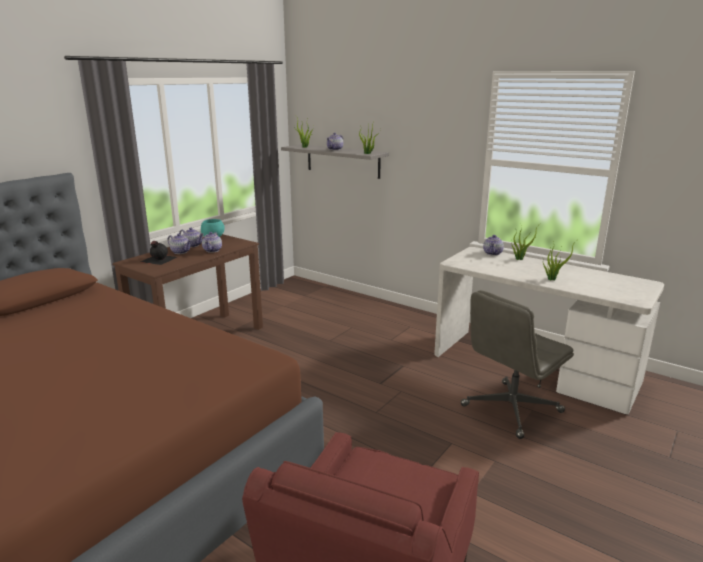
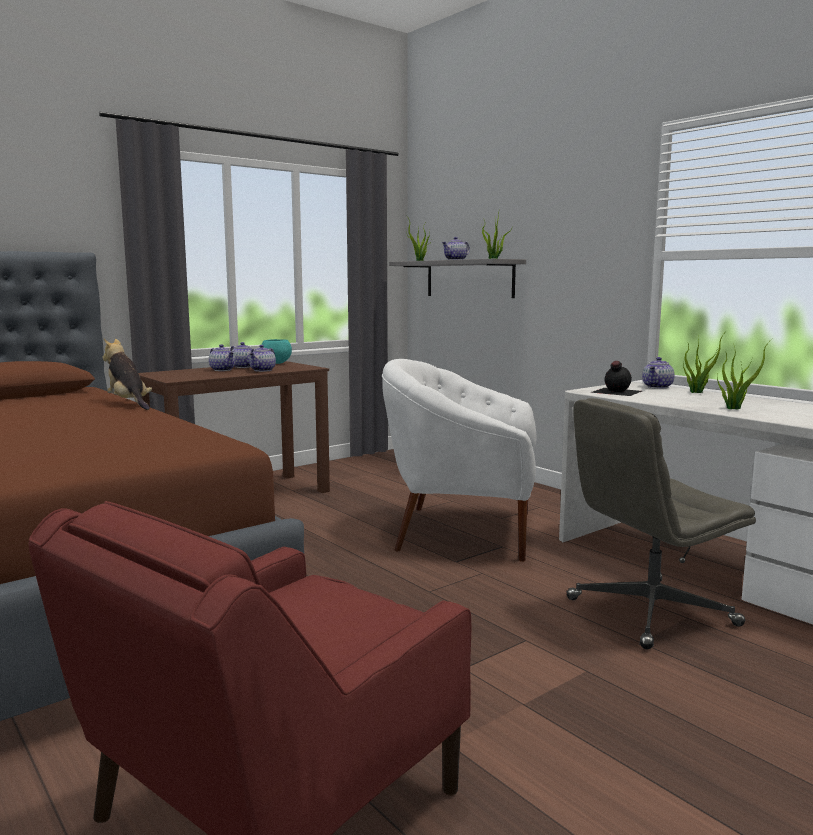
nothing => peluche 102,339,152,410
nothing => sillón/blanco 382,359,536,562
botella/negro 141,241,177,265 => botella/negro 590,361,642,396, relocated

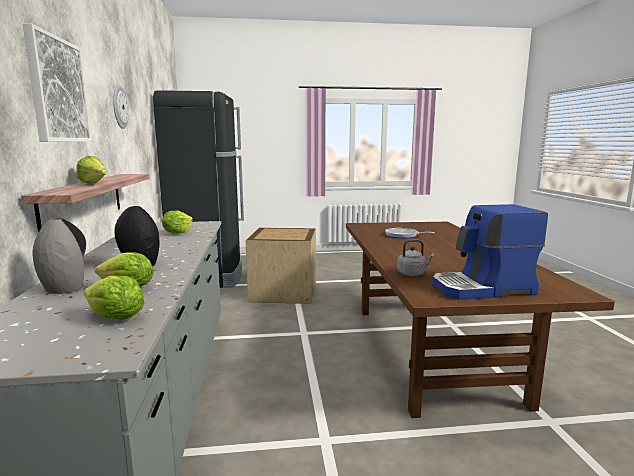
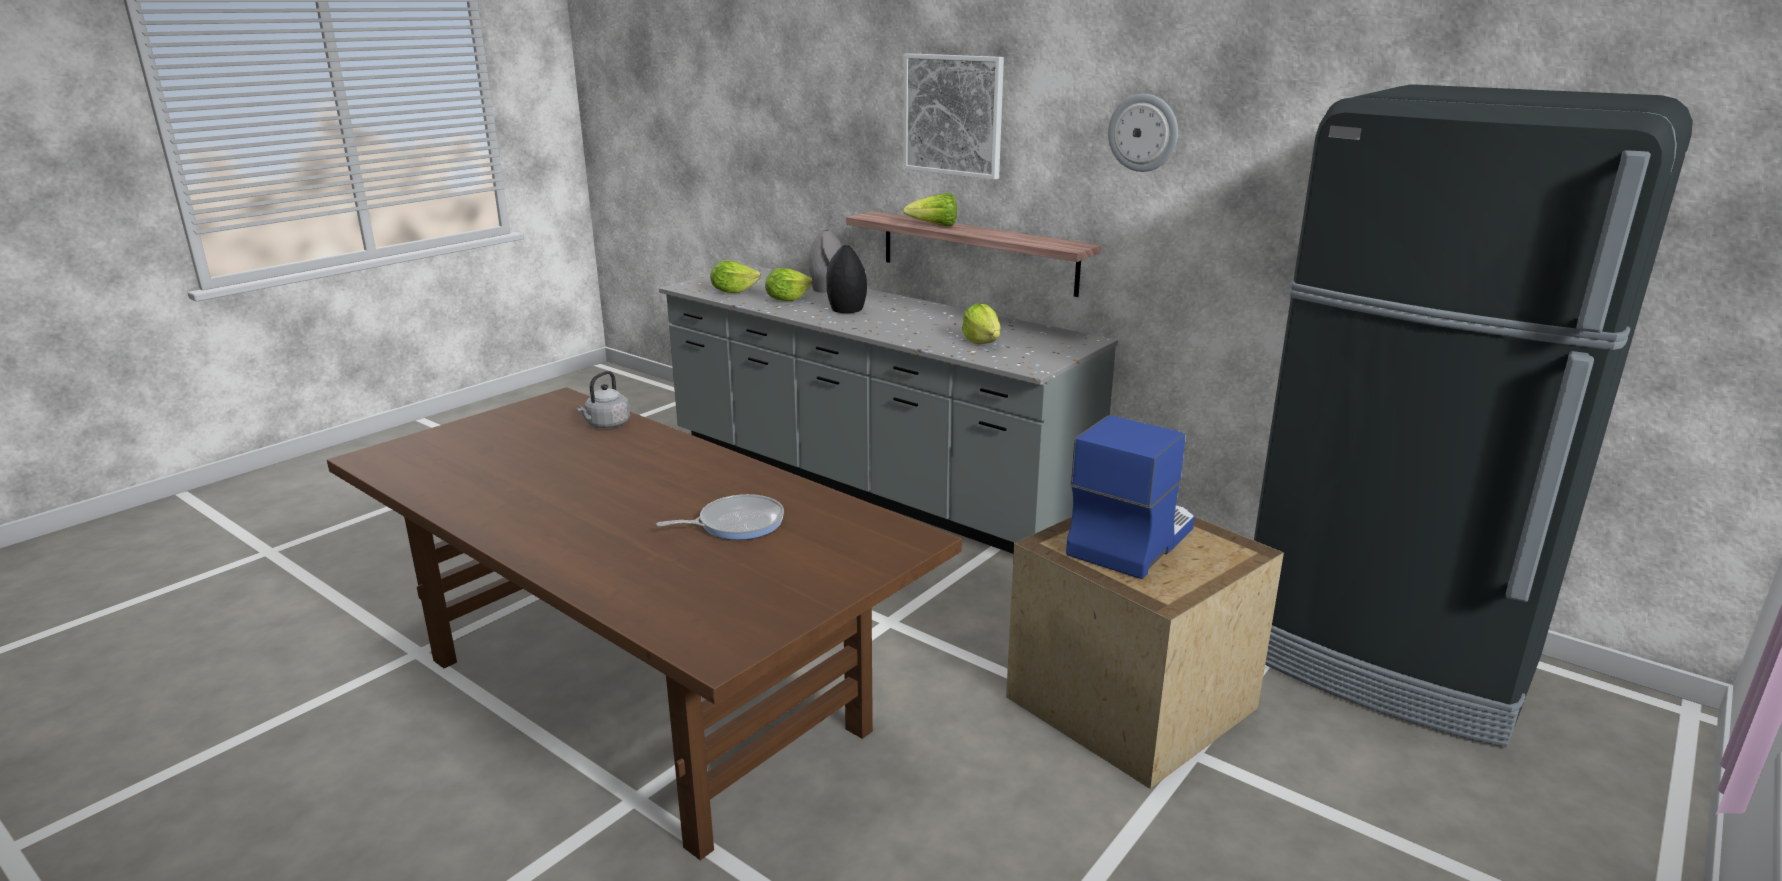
cafetera 432,204,548,300 => cafetera 1066,415,1195,579, relocated

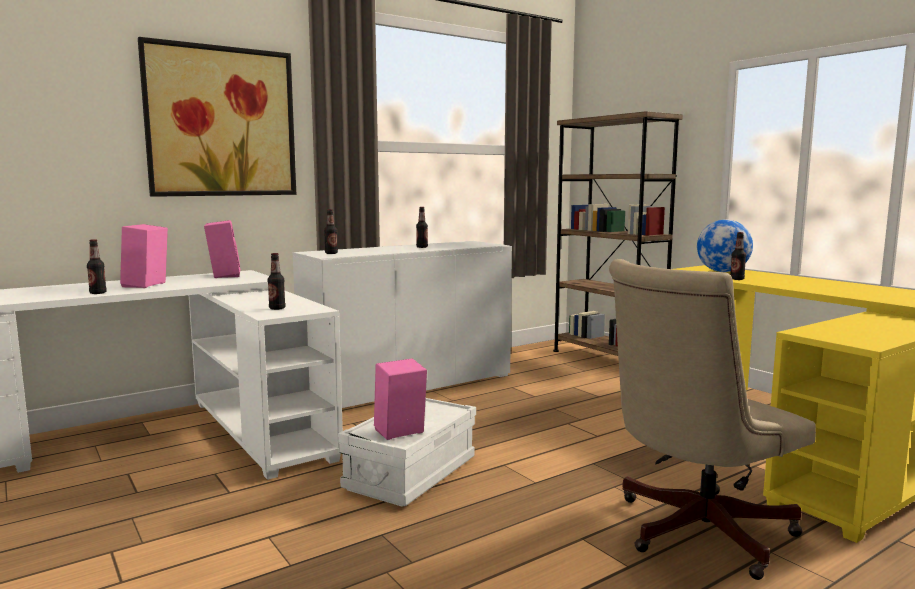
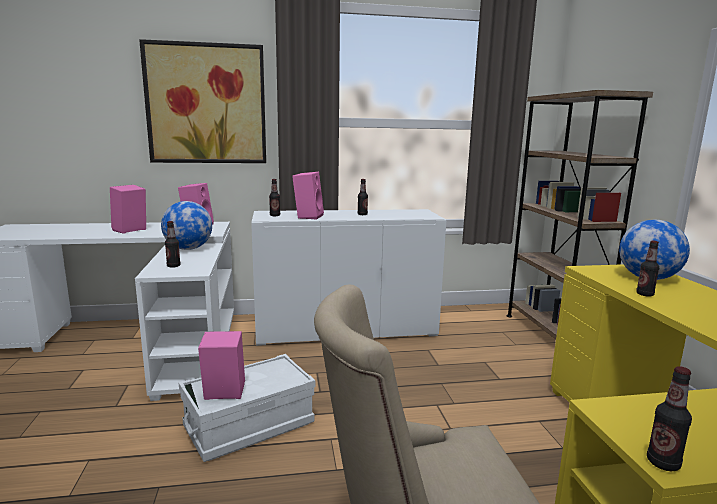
nothing => globo terráqueo 161,201,212,250
nothing => altavoz/rosa 292,172,324,220
botella 87,239,107,294 => botella 647,366,692,471, relocated

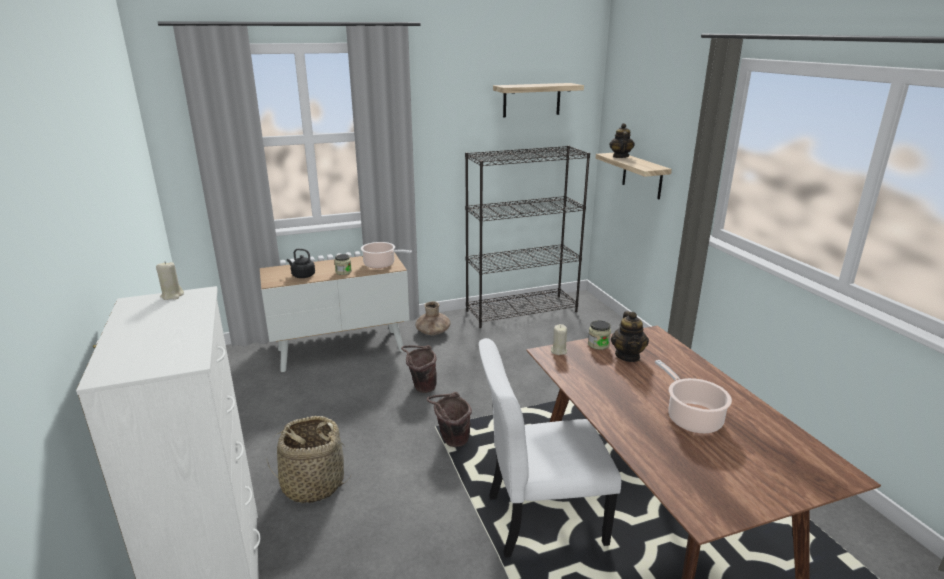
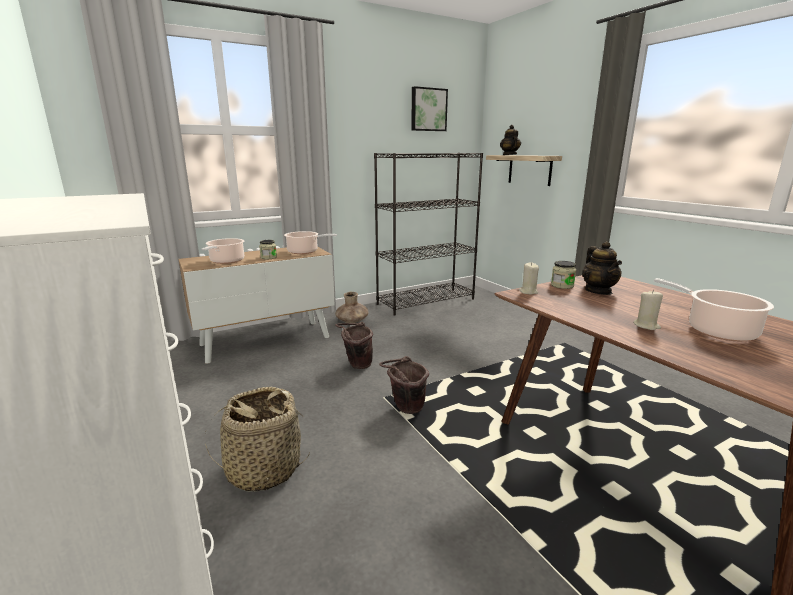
silla/blanco 479,338,621,557 => nothing
vela/beis 156,261,184,300 => vela/beis 633,290,663,330, relocated
hervidor/negro 287,249,315,278 => olla 202,238,244,264
estante 493,83,584,117 => cuadro 411,86,448,131

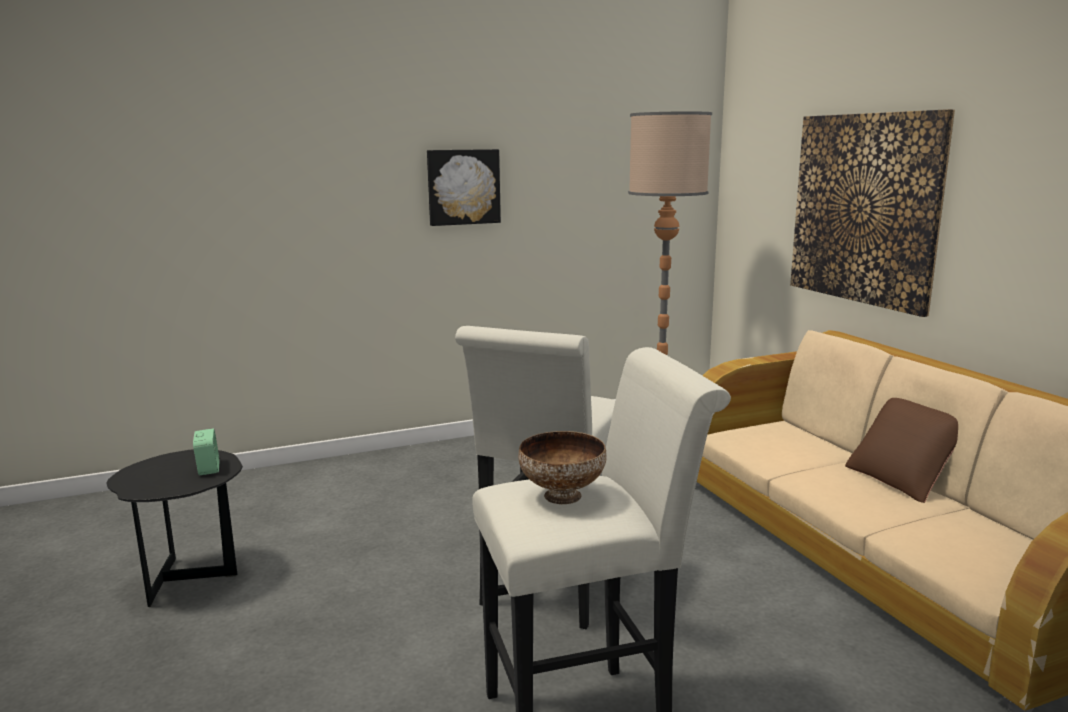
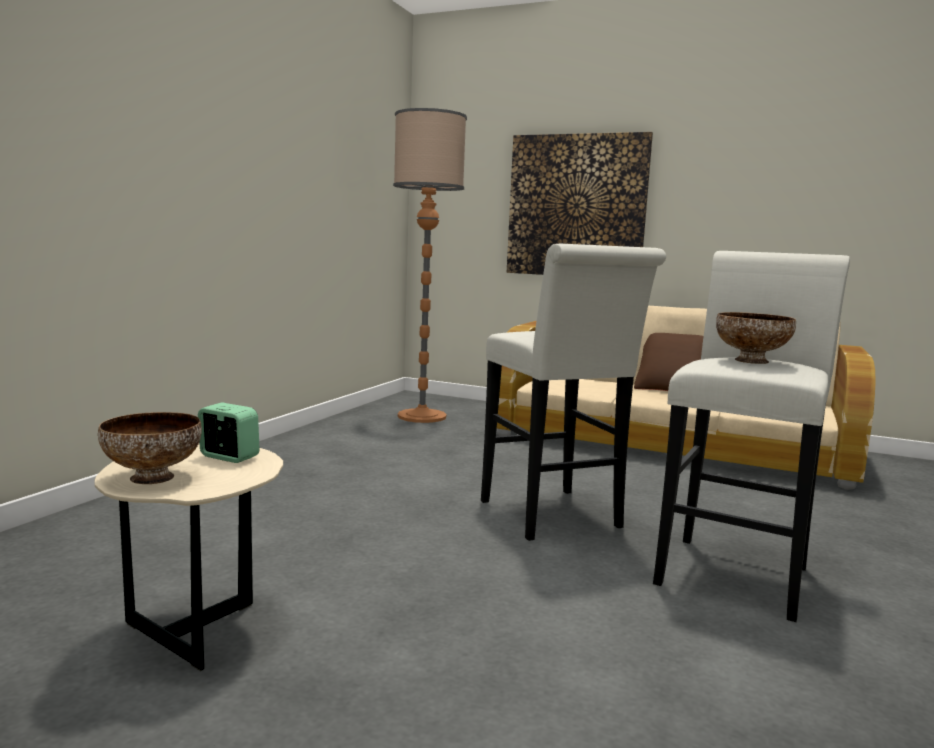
cuadro 427,149,501,226 => nothing
nothing => cuenco 98,412,202,484
mesa auxiliar/negro 107,449,243,607 => mesa auxiliar/beis 95,444,283,671

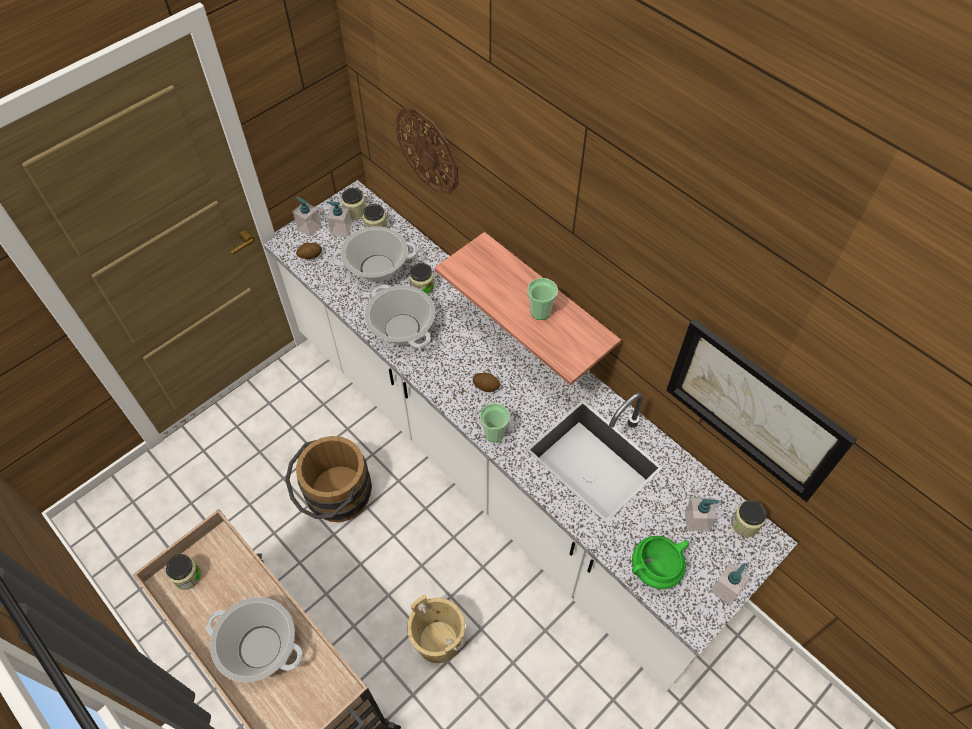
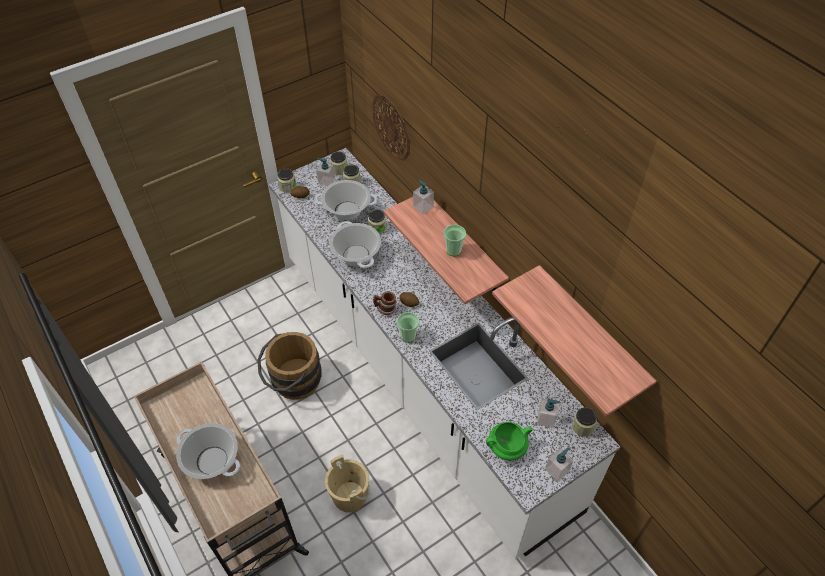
nothing => taza grande 373,291,397,315
tarro 166,554,202,590 => tarro 277,168,296,193, relocated
dispensador de jabón 293,197,322,237 => dispensador de jabón 413,180,434,214, relocated
cuadro 666,318,857,502 => estante 492,265,656,416

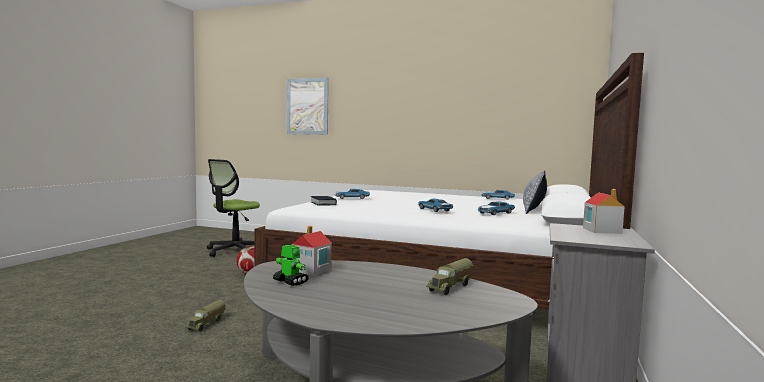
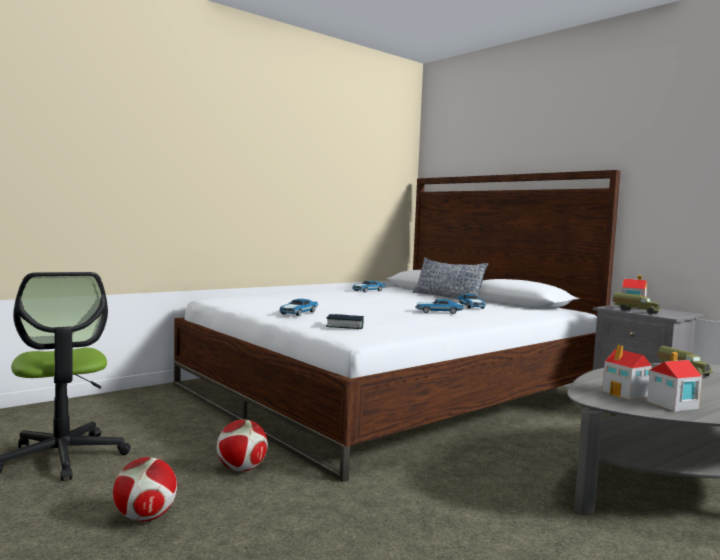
cuadro 287,78,329,135 => nothing
nothing => balón de fútbol 113,457,177,521
camión de juguete 185,300,226,332 => camión de juguete 613,292,661,314, relocated
robot de juguete 273,245,309,286 => casita 647,352,702,411

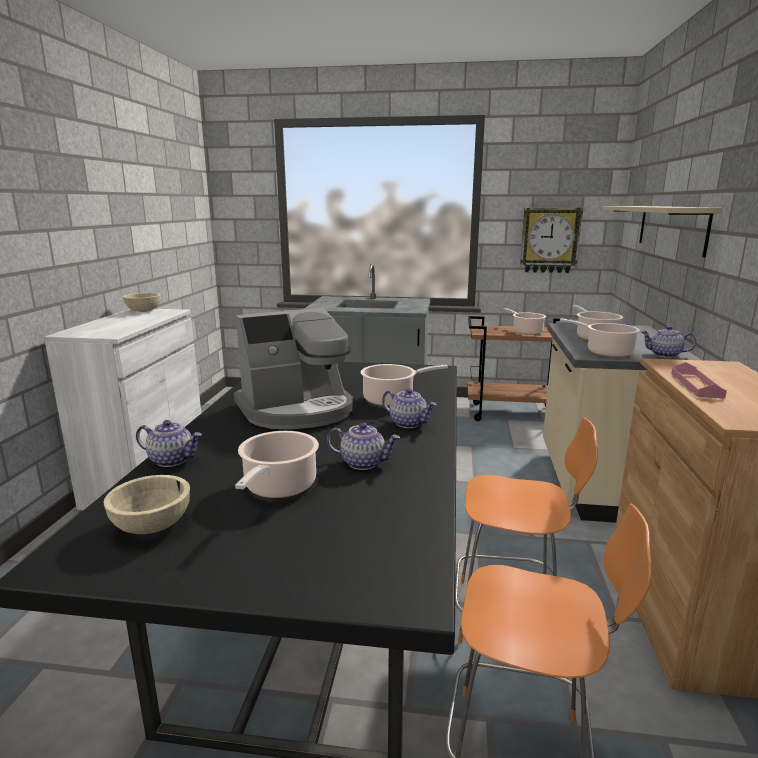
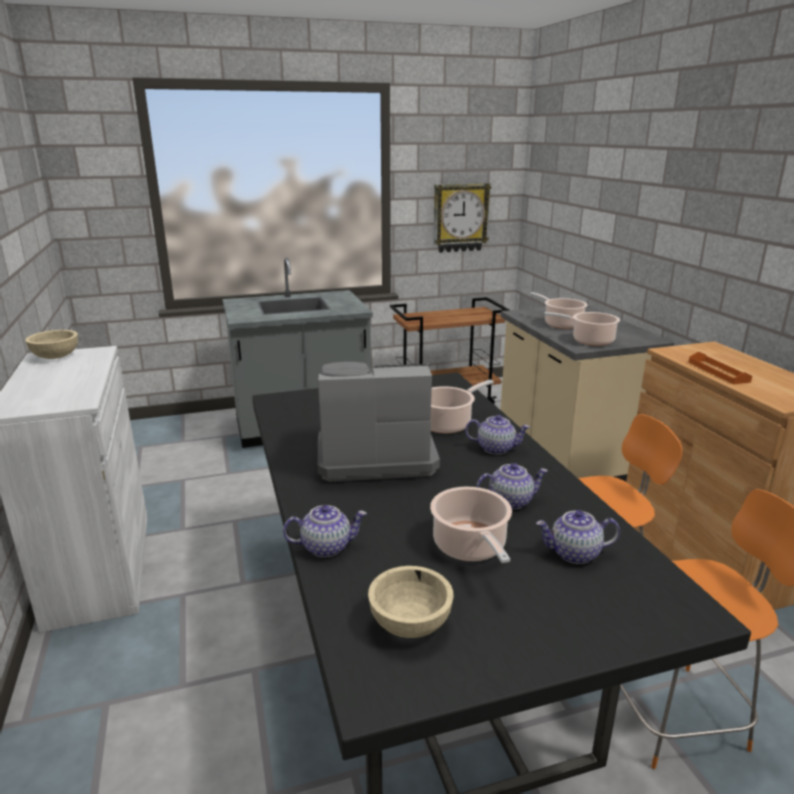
olla 503,308,546,335 => nothing
estante/beis 603,206,722,257 => nothing
tetera 641,326,696,358 => tetera 536,510,620,564, relocated
bandeja/rosa 671,362,727,399 => bandeja/naranja 688,351,752,385
cafetera 234,308,353,429 => cafetera 318,362,440,482, 135 degrees counterclockwise

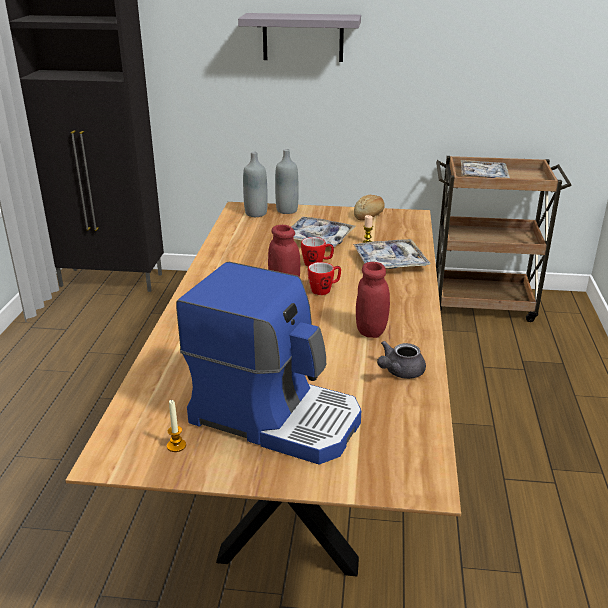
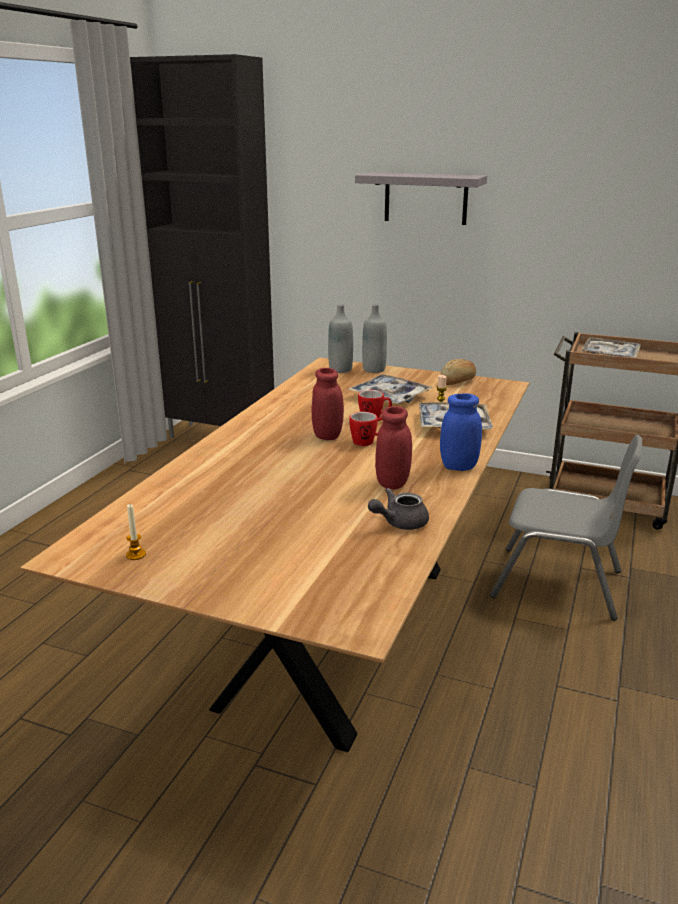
cafetera 176,262,361,464 => nothing
nothing => tarro/azul 440,393,482,471
nothing => silla/gris 490,435,642,621

